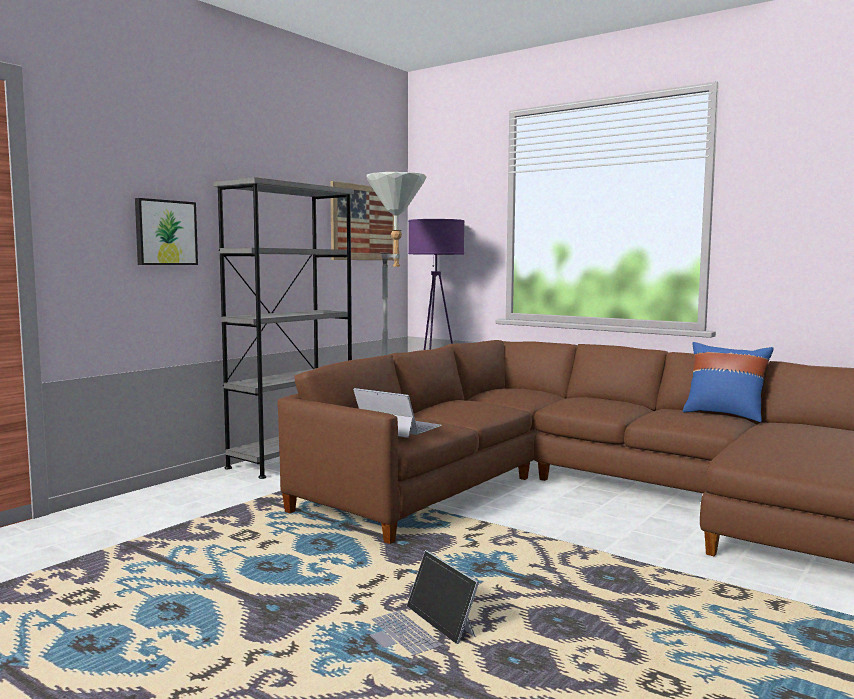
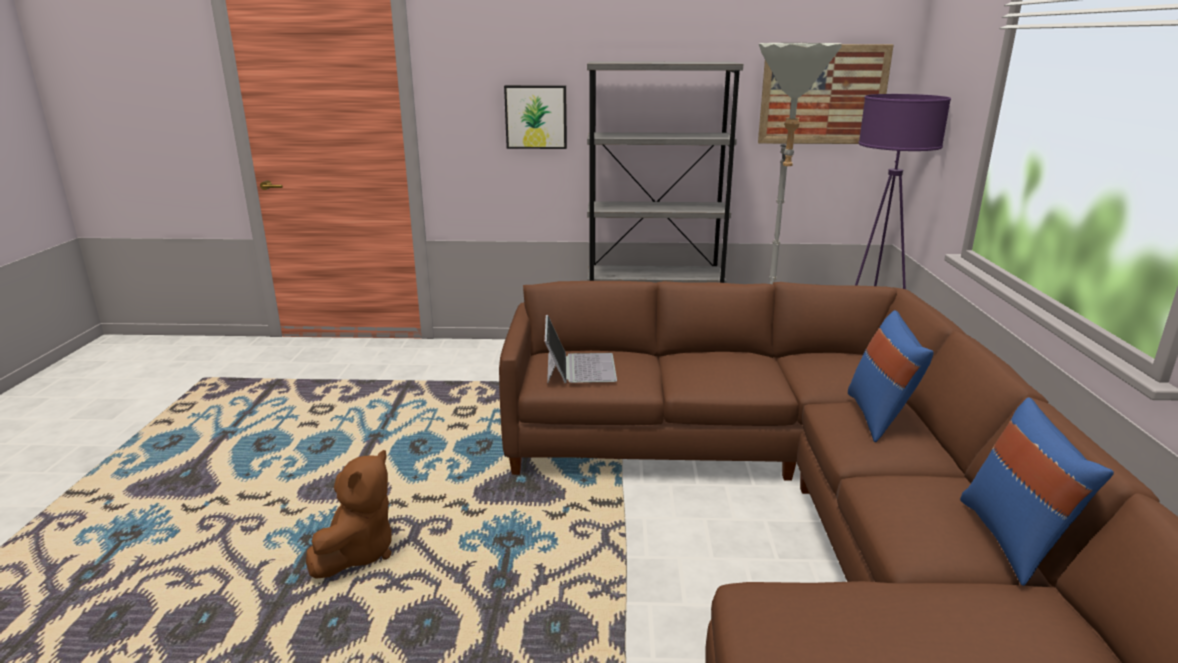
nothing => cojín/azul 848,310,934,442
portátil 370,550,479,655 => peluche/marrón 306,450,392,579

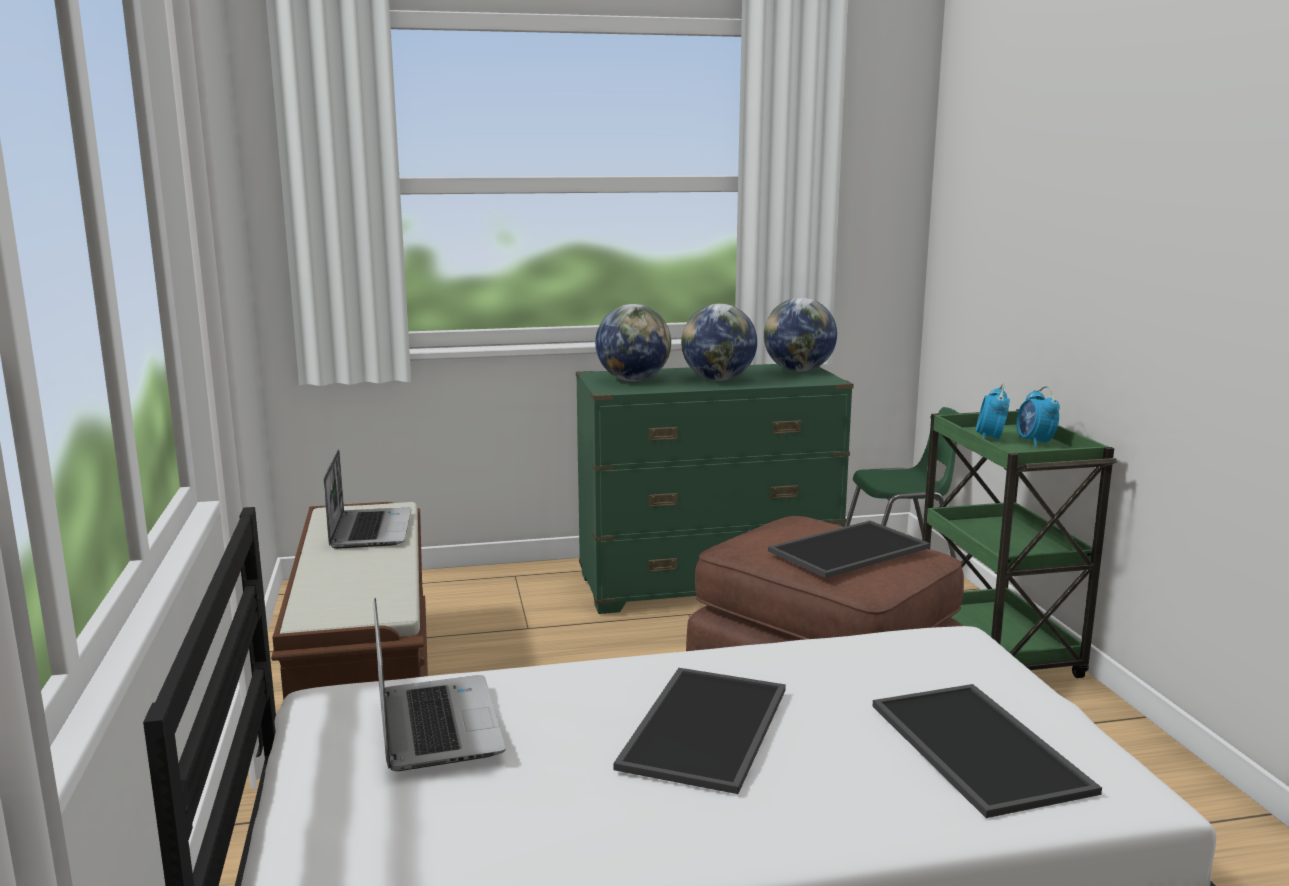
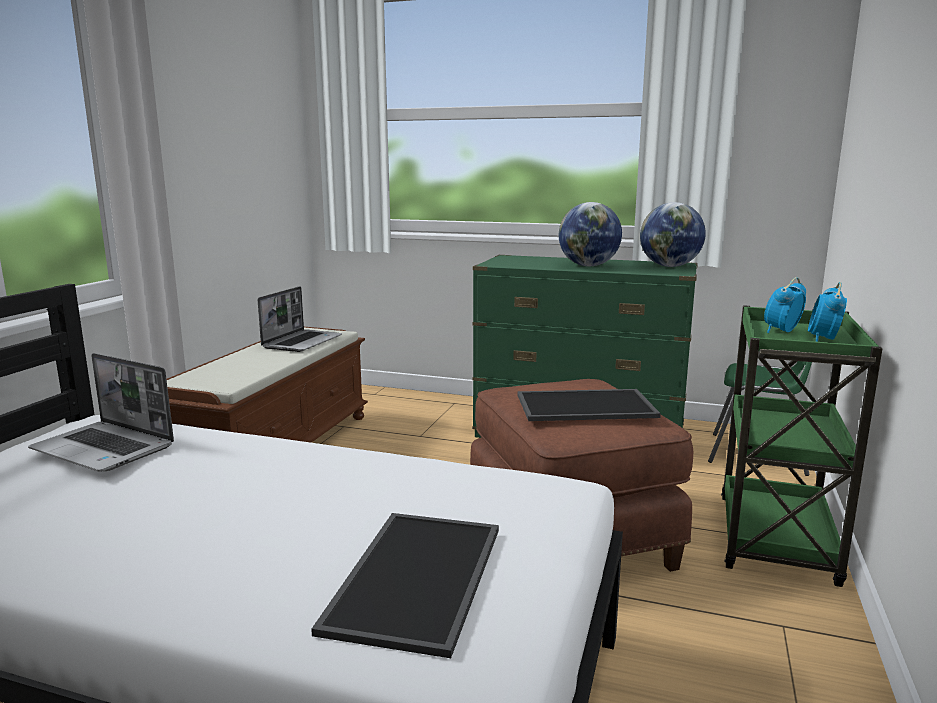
globo terráqueo 595,304,671,381 => nothing
bandeja 613,668,786,794 => nothing
portátil 373,598,506,771 => portátil 28,353,174,471, 105 degrees clockwise

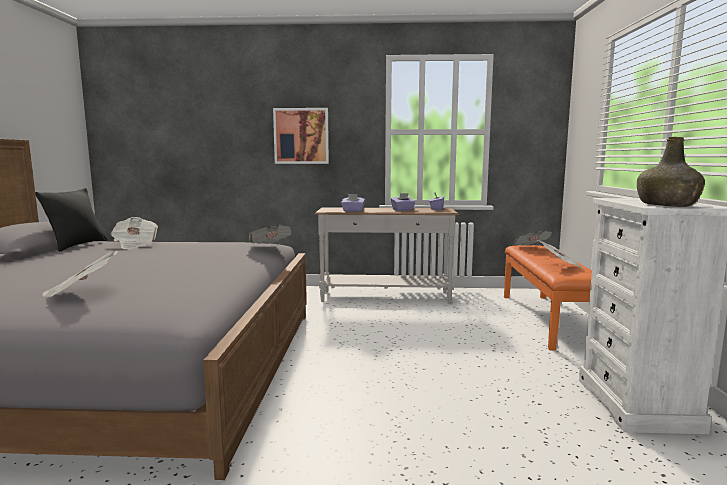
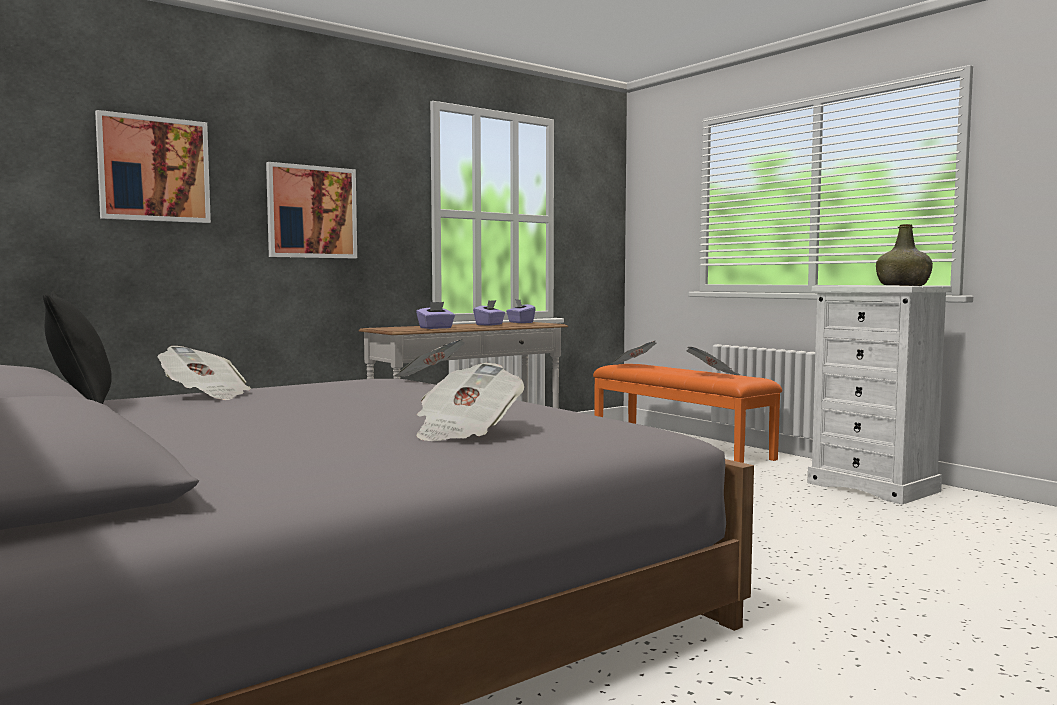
nothing => cuadro 95,110,211,223

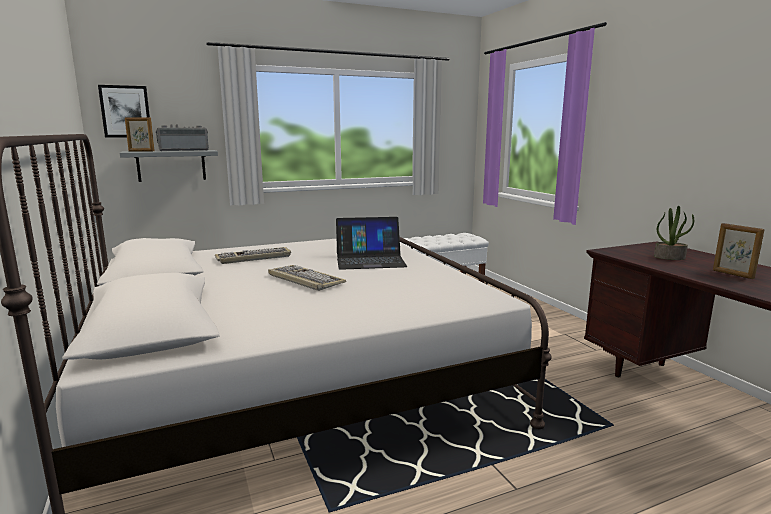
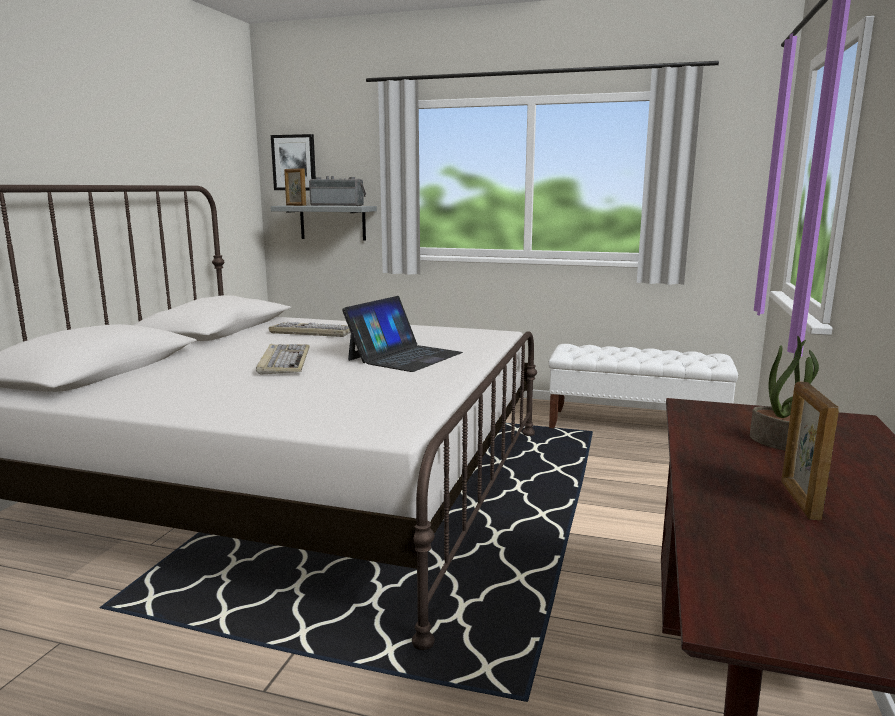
portátil 336,217,407,270 => portátil 342,296,463,372, 90 degrees counterclockwise

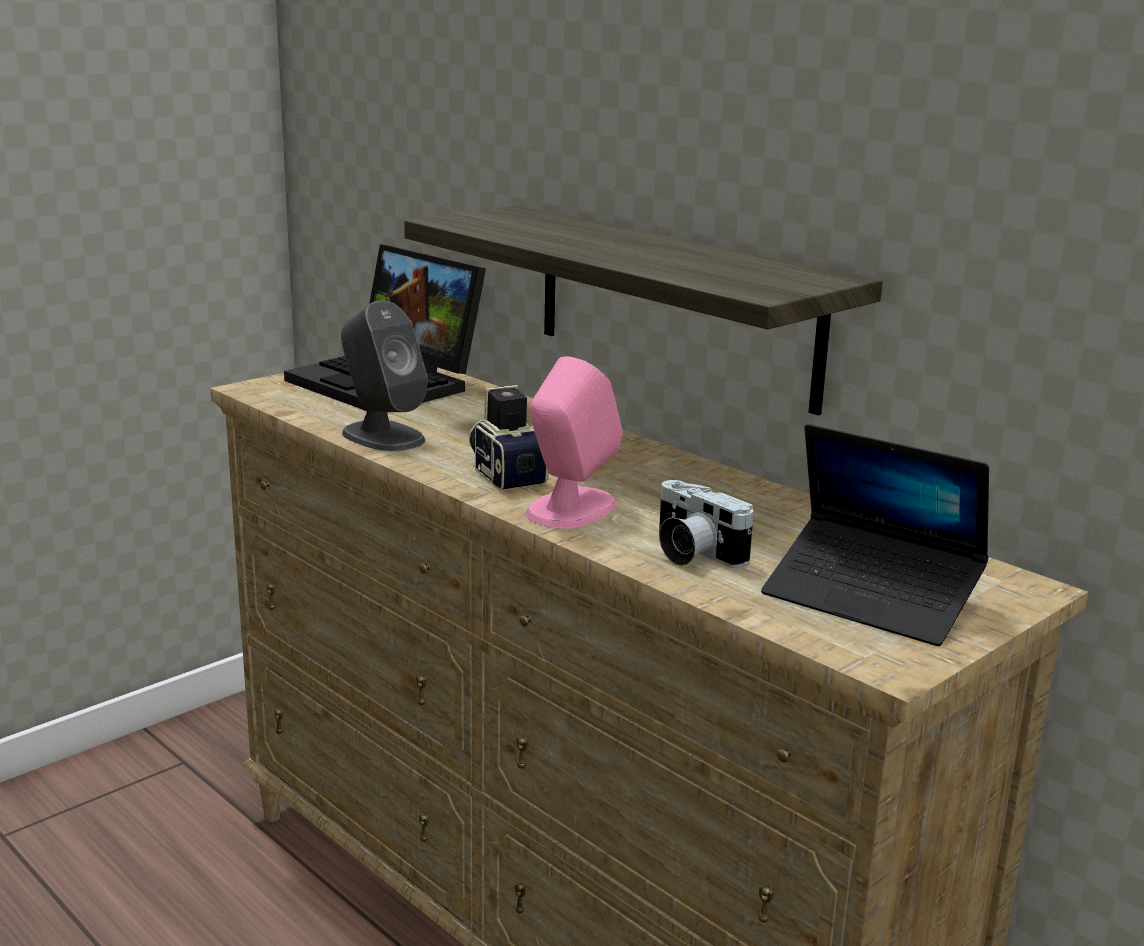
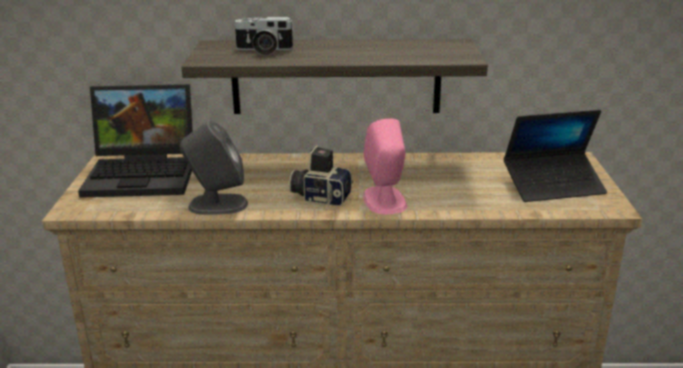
cámara 659,480,754,568 => cámara 233,17,294,56, relocated

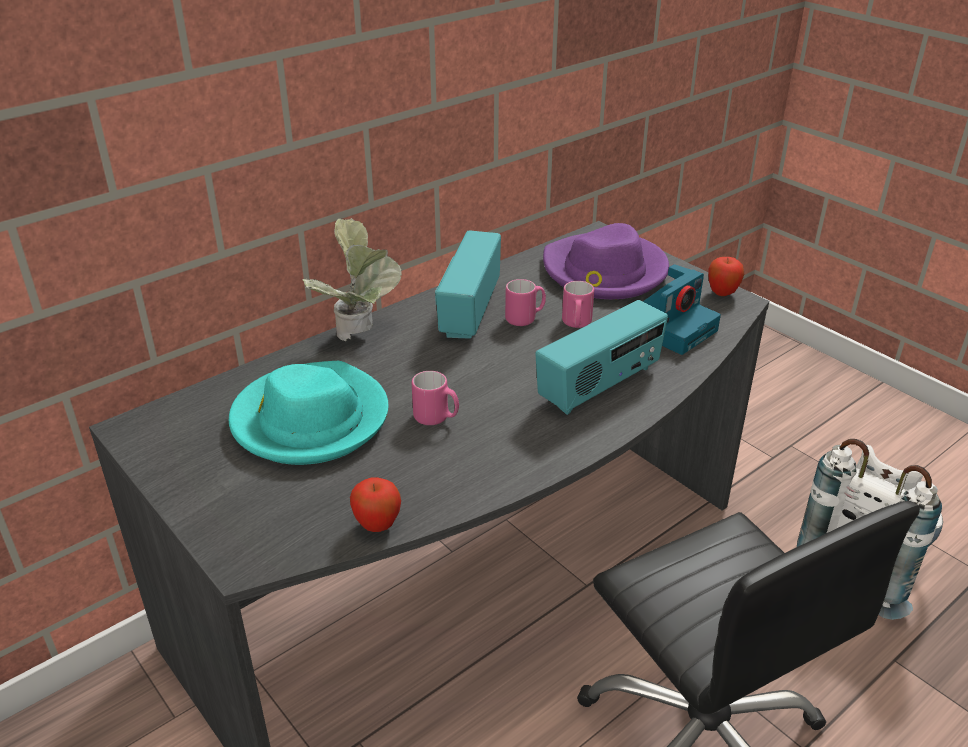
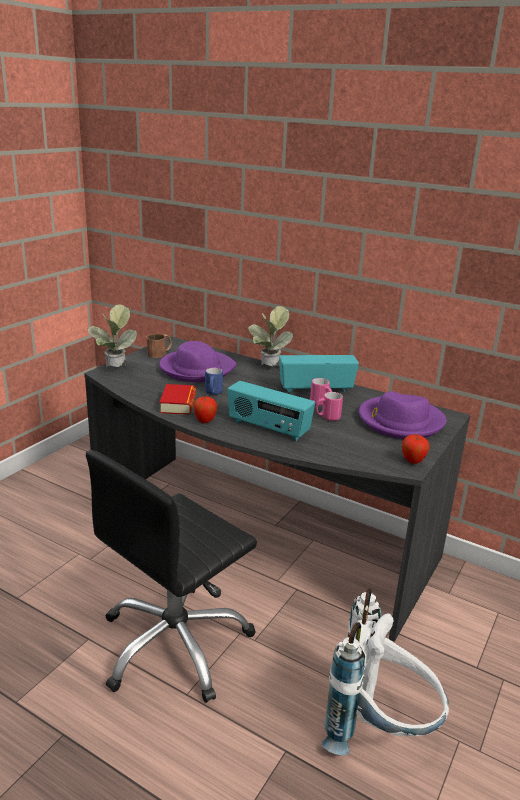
cámara 643,264,721,355 => nothing
nothing => planta en maceta 88,304,137,367
nothing => taza grande/marrón 147,334,172,358
nothing => libro 159,384,196,415
manzana 350,477,401,532 => manzana 193,396,217,423, relocated
sombrero/turquesa 229,361,389,465 => sombrero/morado 159,341,237,382
taza grande/rosa 412,371,459,425 => taza grande/azul 205,368,223,395

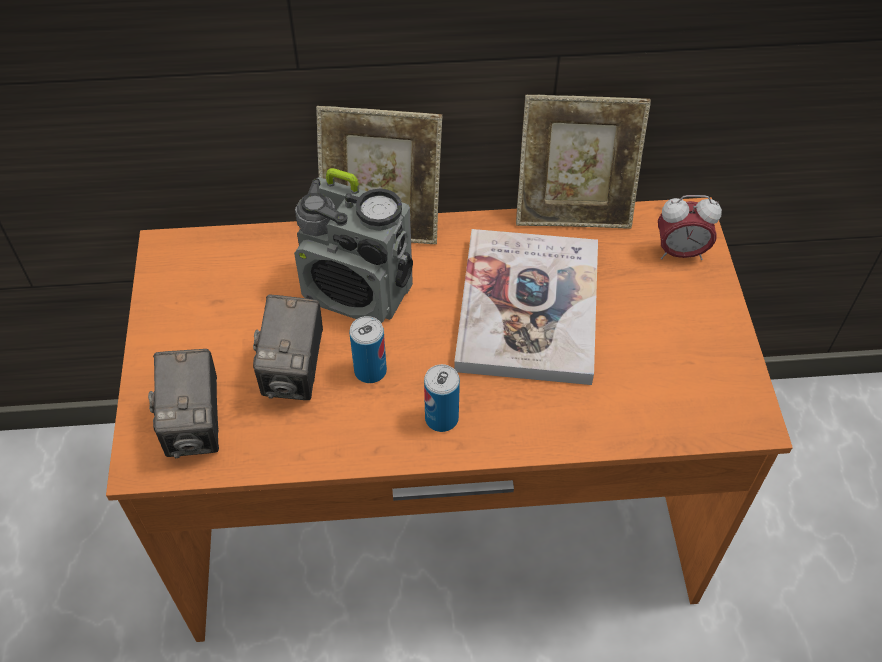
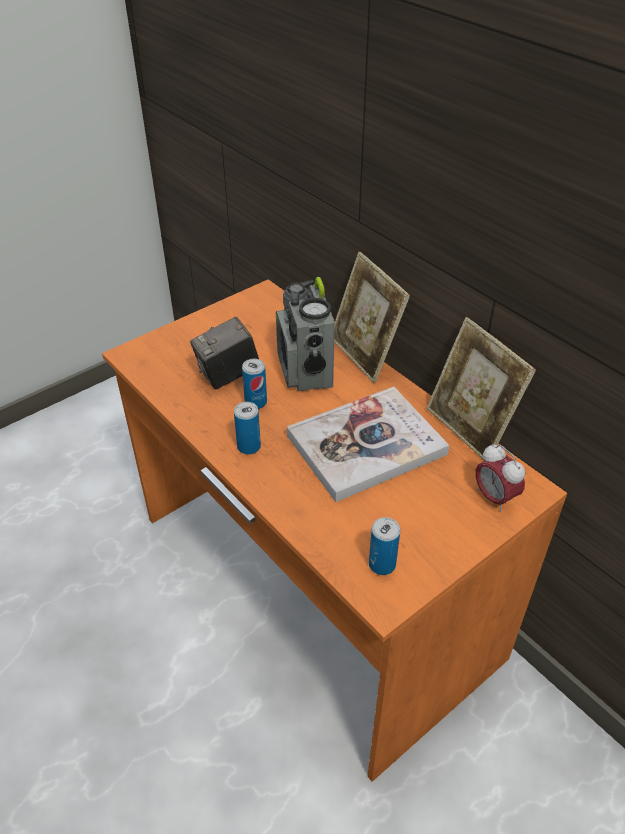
cámara 148,349,219,458 => nothing
nothing => lata 369,517,400,575

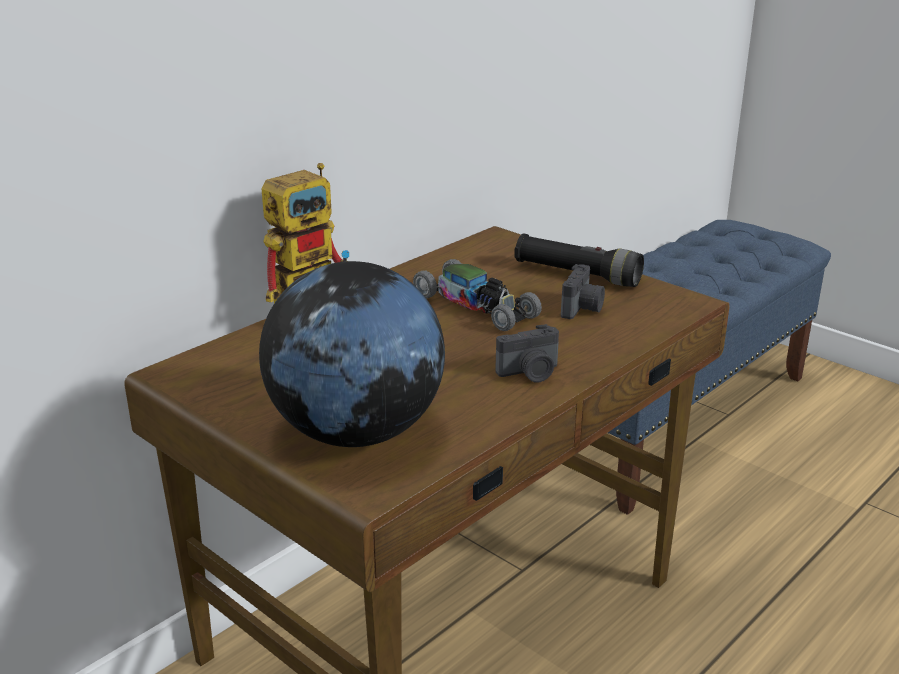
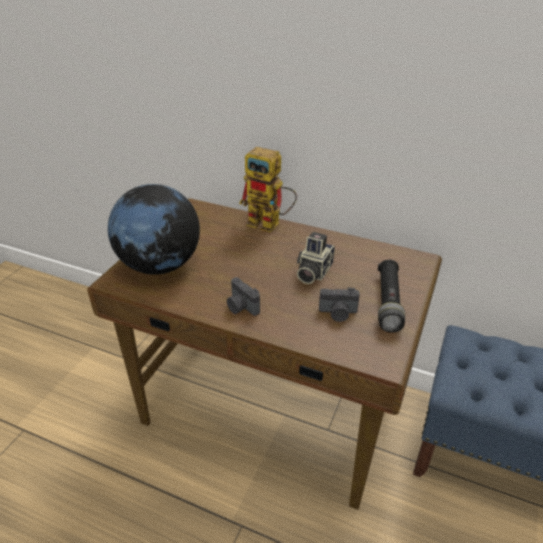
coche de juguete 413,259,542,331 => cámara 297,232,335,284

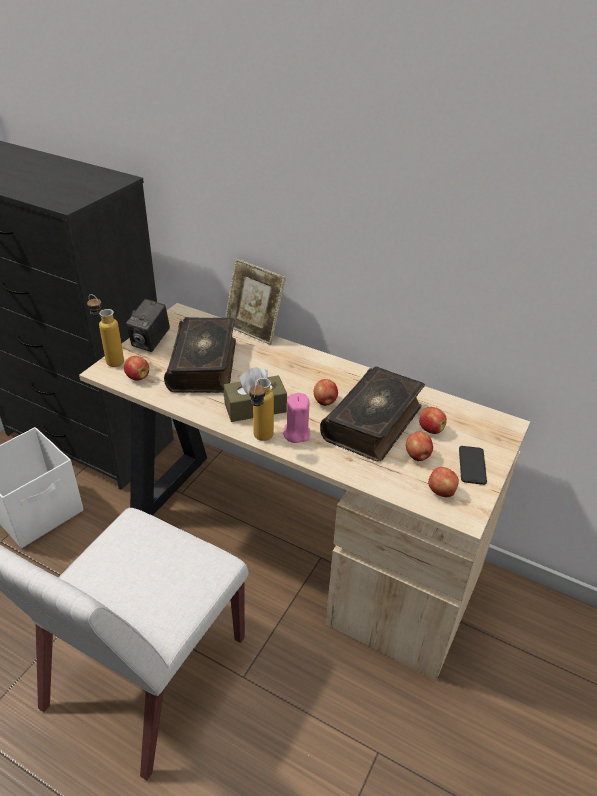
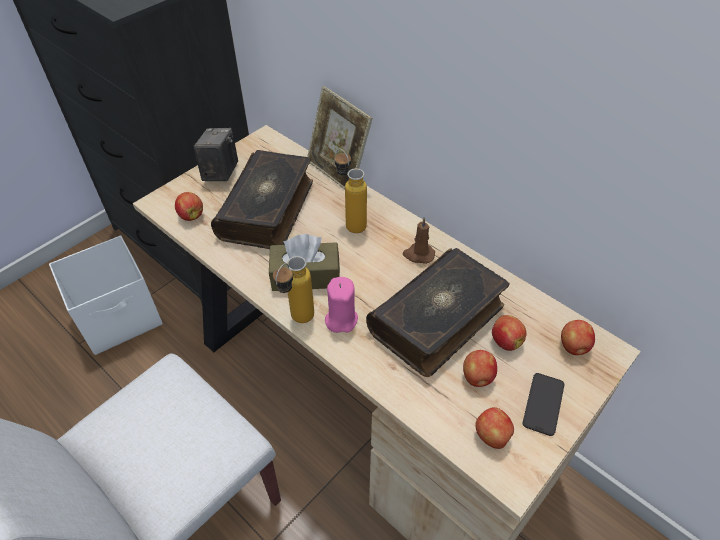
nothing => vela/marrón 403,217,435,264
botella 87,294,124,367 => botella 335,149,367,233, relocated
manzana 314,379,338,406 => manzana 561,320,595,355, relocated
cámara 126,299,170,352 => cámara 194,128,238,181, 150 degrees clockwise

